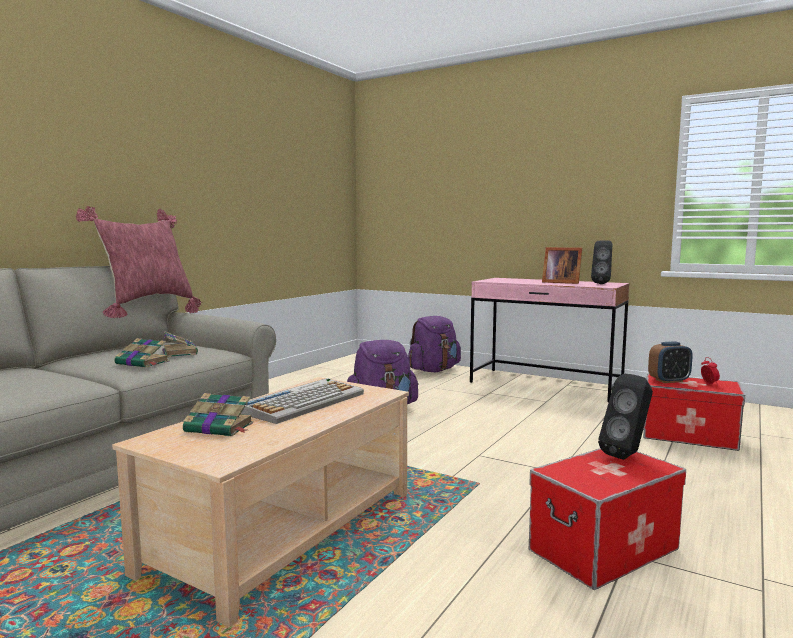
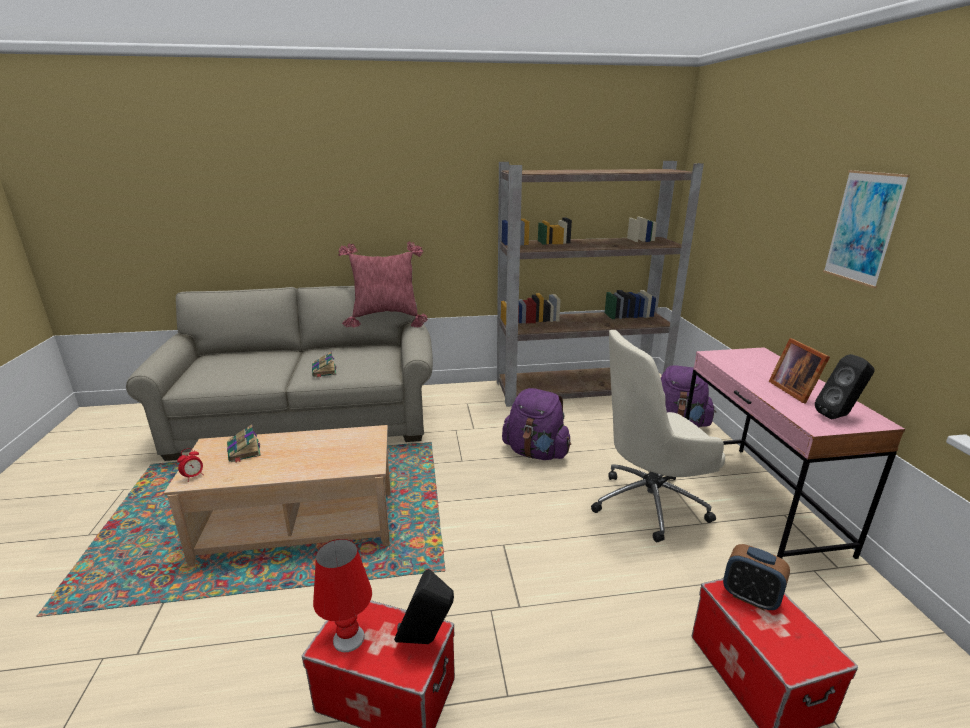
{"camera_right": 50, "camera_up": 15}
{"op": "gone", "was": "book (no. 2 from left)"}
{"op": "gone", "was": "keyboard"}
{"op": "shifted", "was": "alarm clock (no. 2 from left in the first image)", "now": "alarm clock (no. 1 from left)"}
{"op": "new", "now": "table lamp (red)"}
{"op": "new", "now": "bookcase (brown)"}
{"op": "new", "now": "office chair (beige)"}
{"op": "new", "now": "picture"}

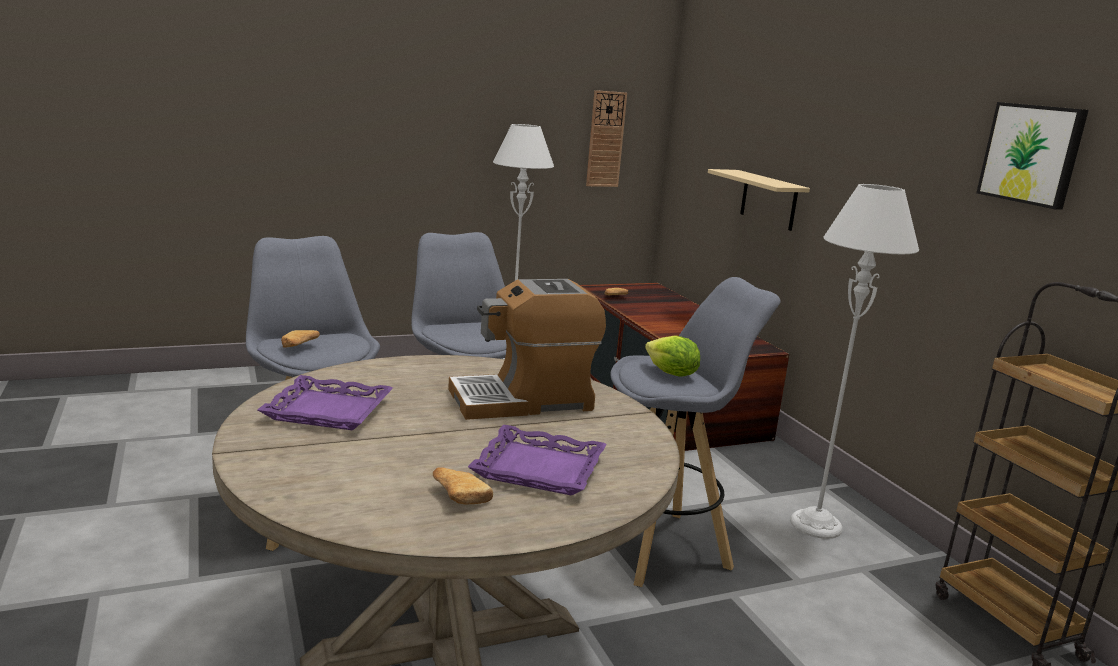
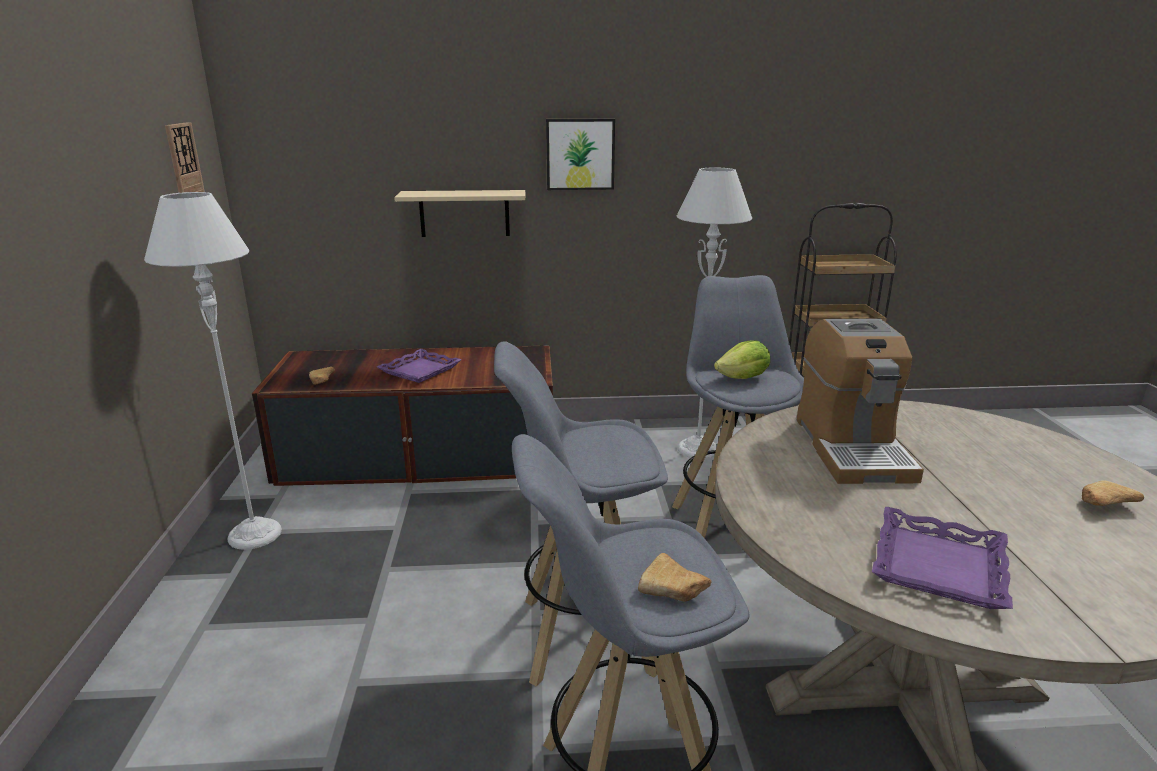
{"camera_right": -70, "camera_up": 5}
{"op": "shifted", "was": "tray (purple) (no. 2 from left in the first image)", "now": "tray (purple) (no. 1 from left)"}
{"op": "shifted", "was": "picture"}

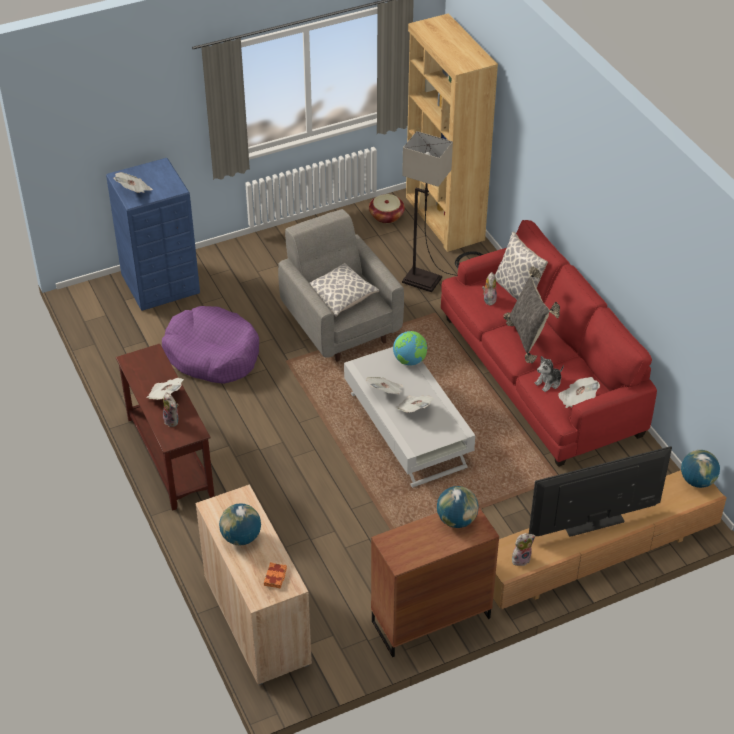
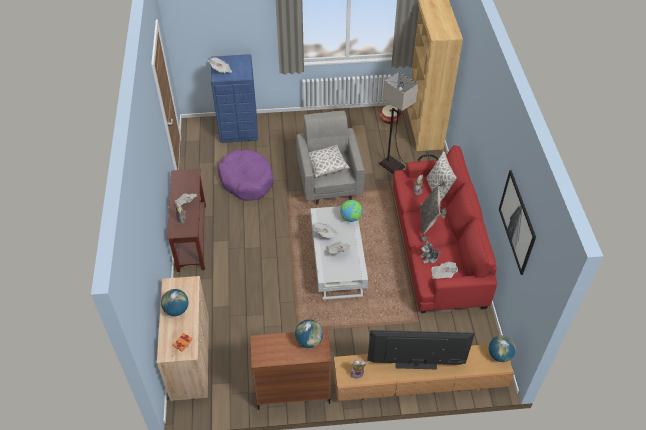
{"camera_right": 20, "camera_up": 5}
{"op": "new", "now": "picture"}

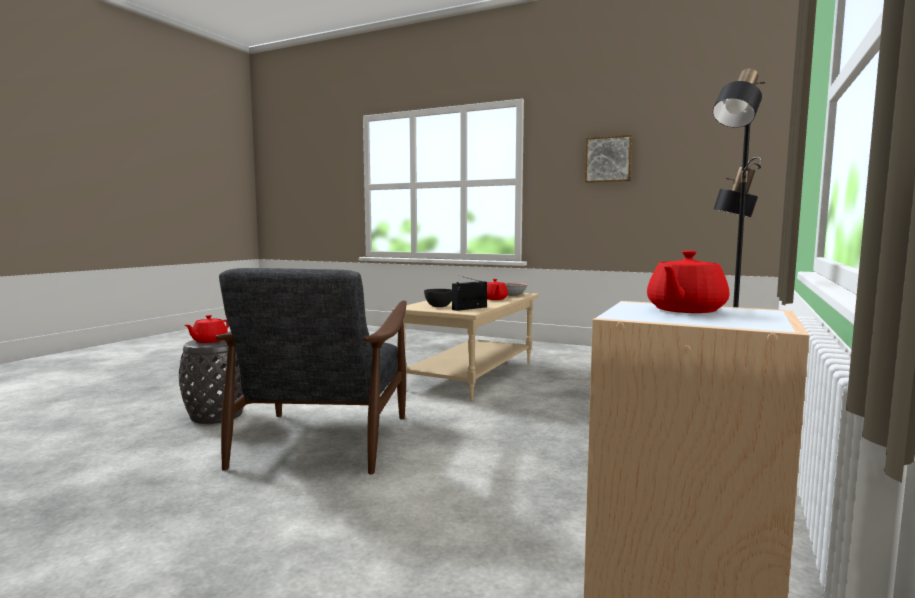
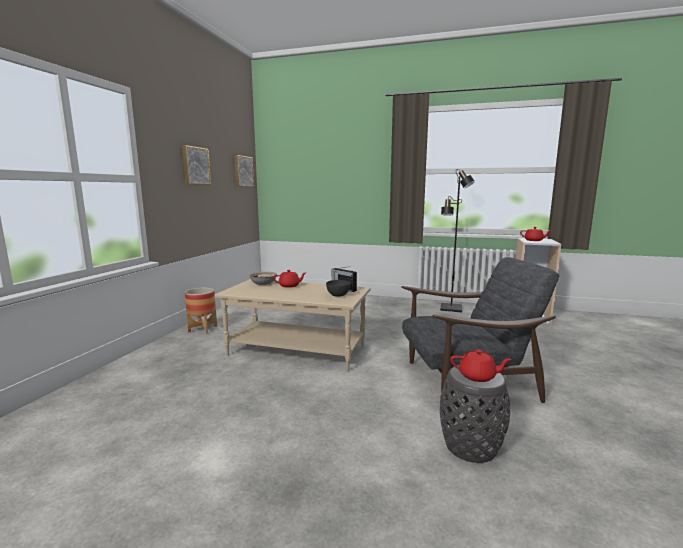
{"camera_right": -100, "camera_up": 5}
{"op": "new", "now": "planter"}
{"op": "new", "now": "picture (no. 2 from left)"}

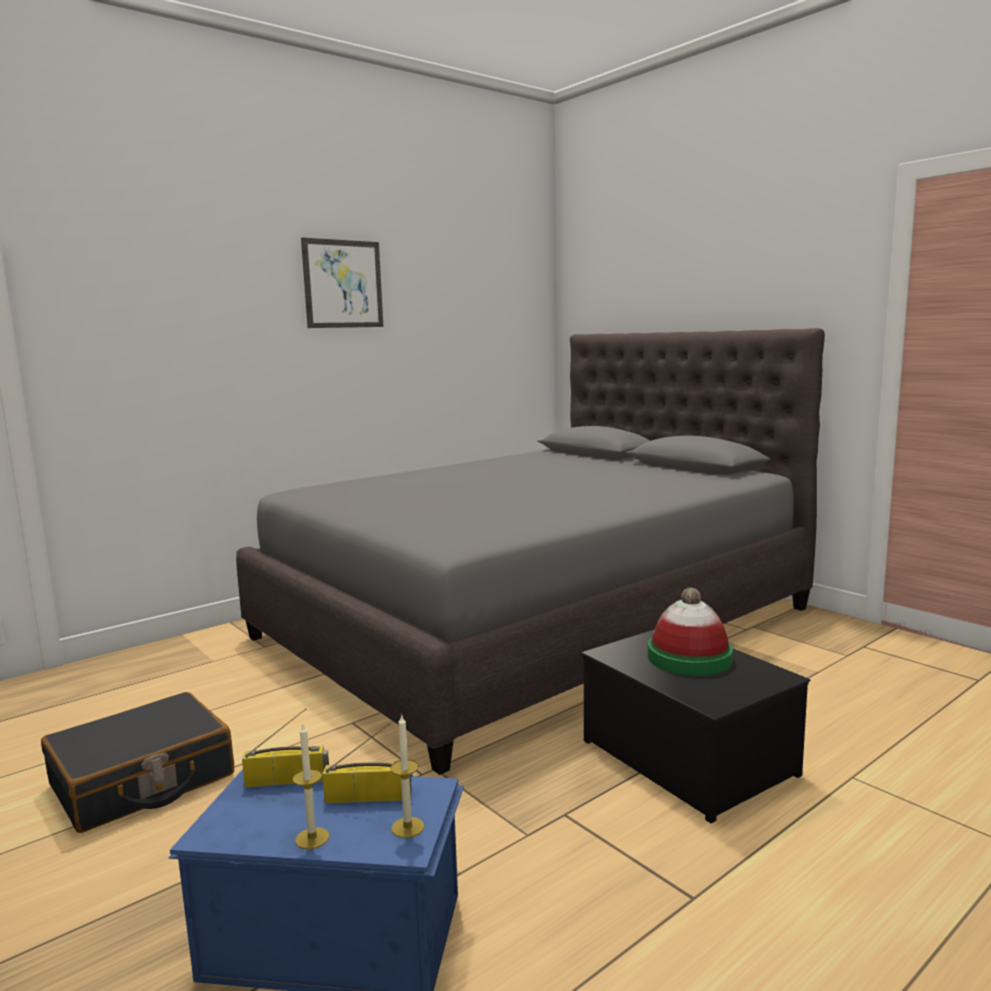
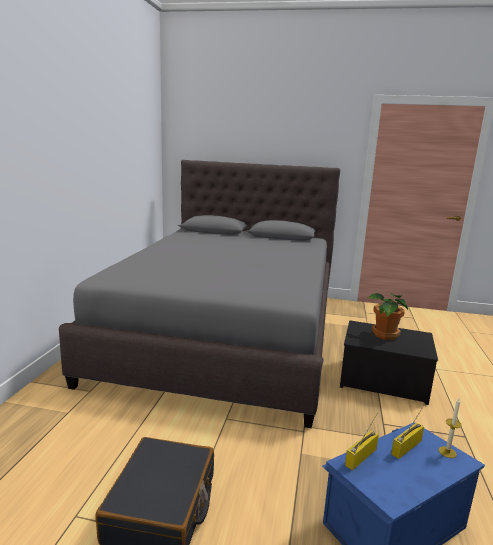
{"camera_right": -40, "camera_up": 5}
{"op": "gone", "was": "candle (no. 1 from left)"}
{"op": "gone", "was": "picture"}
{"op": "swapped", "was": "hat", "now": "potted plant"}

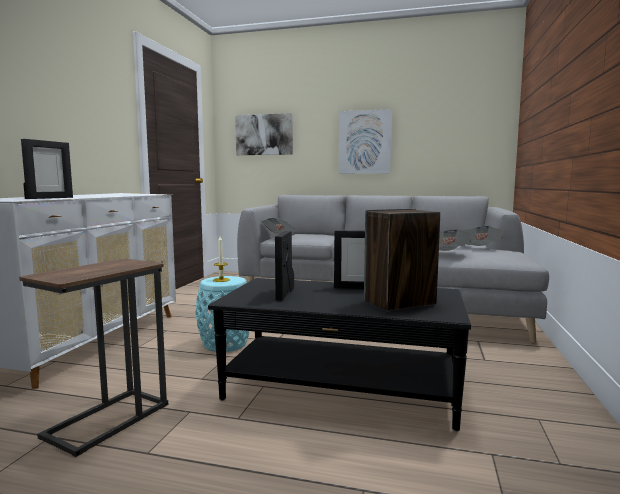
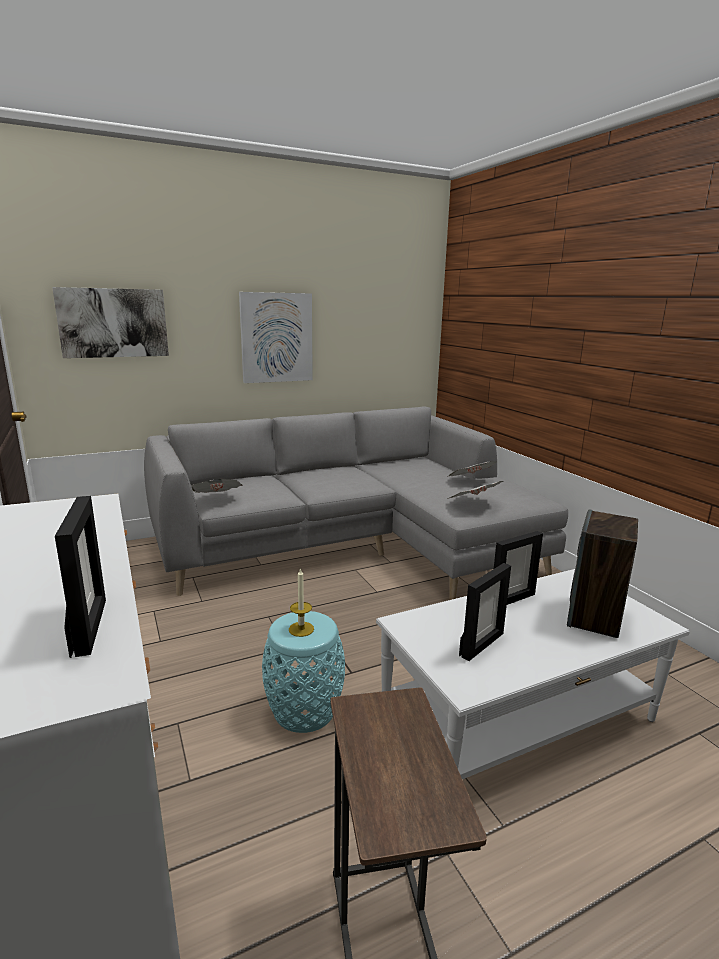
{"camera_right": -40, "camera_up": 10}
{"op": "repainted", "was": "coffee table (black)", "now": "coffee table (white)"}
{"op": "rotated", "was": "picture frame (no. 2 from left)", "clockwise": -105}

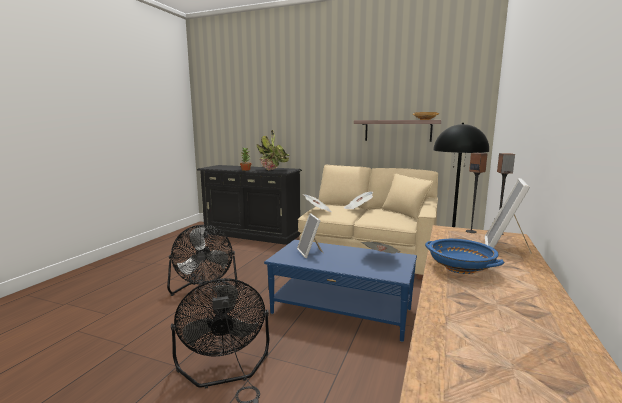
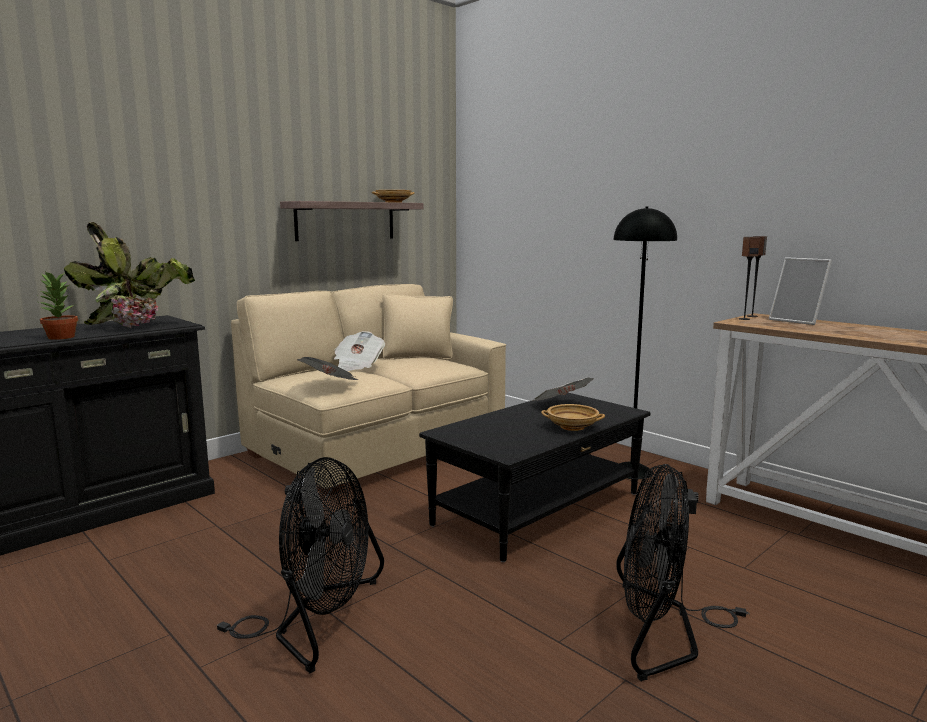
{"camera_right": -65, "camera_up": 0}
{"op": "repainted", "was": "coffee table (blue)", "now": "coffee table (black)"}
{"op": "gone", "was": "picture frame (no. 1 from left)"}
{"op": "gone", "was": "bowl (blue)"}
{"op": "new", "now": "bowl (beige) (no. 2 from left)"}

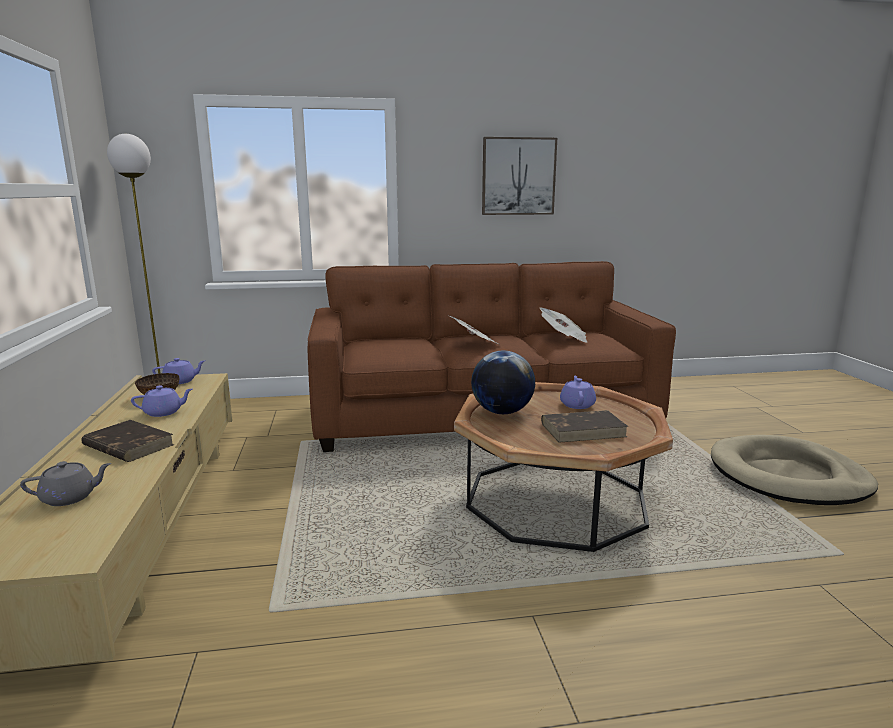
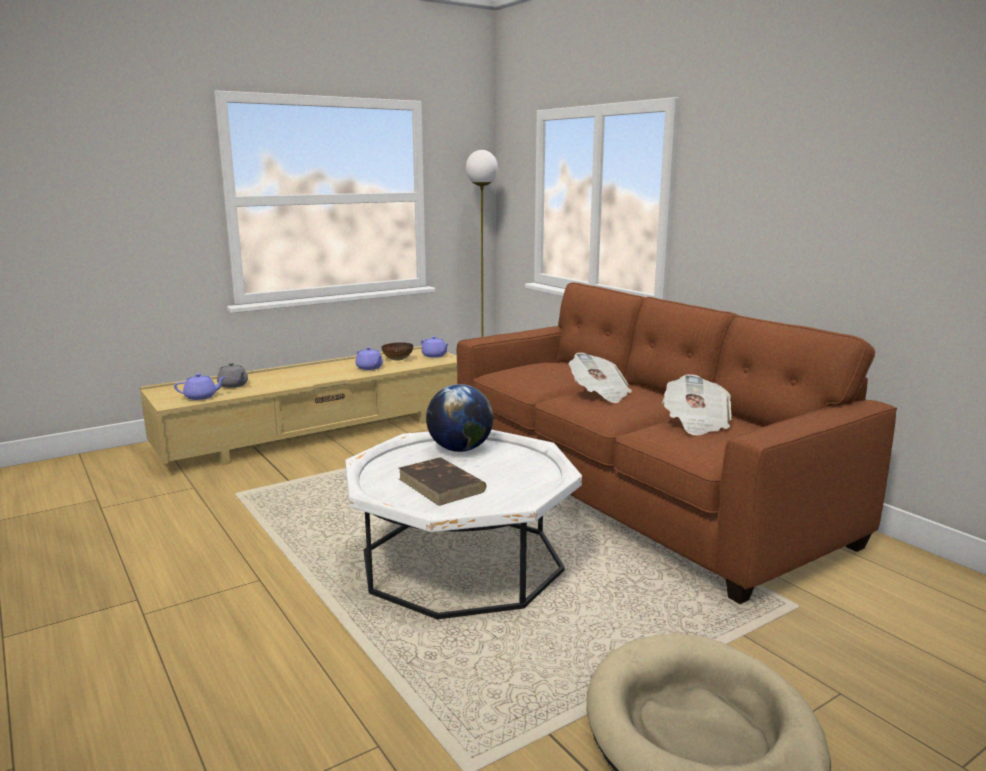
{"camera_right": 65, "camera_up": 0}
{"op": "gone", "was": "book (brown) (no. 1 from left)"}
{"op": "repainted", "was": "coffee table (brown)", "now": "coffee table (white)"}
{"op": "gone", "was": "picture"}
{"op": "shifted", "was": "teapot (purple) (no. 3 from left in the first image)", "now": "teapot (purple) (no. 1 from left)"}

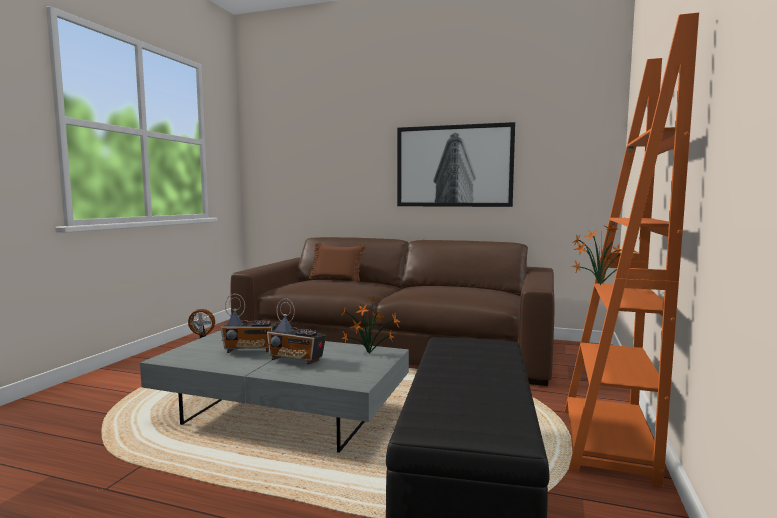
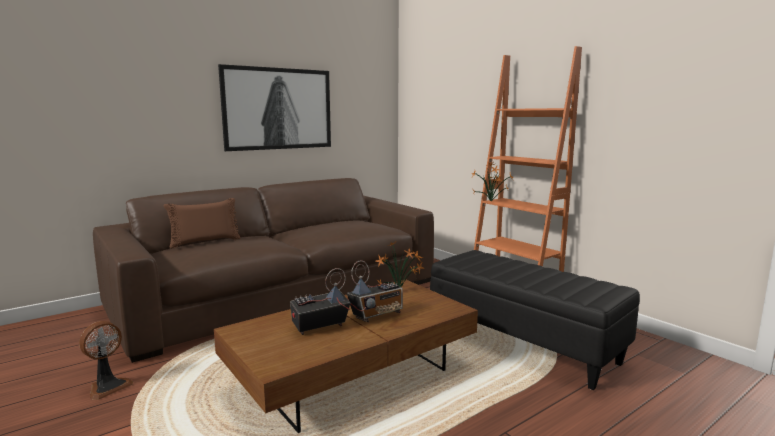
{"camera_right": -55, "camera_up": 5}
{"op": "repainted", "was": "coffee table (grey)", "now": "coffee table (brown)"}
{"op": "rotated", "was": "radio (no. 1 from left)", "clockwise": -150}

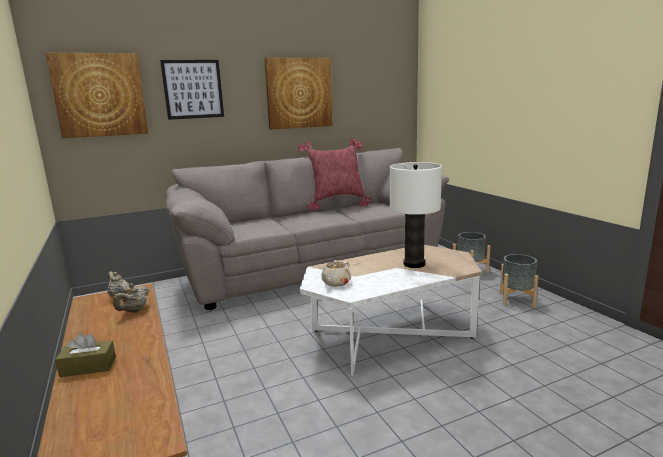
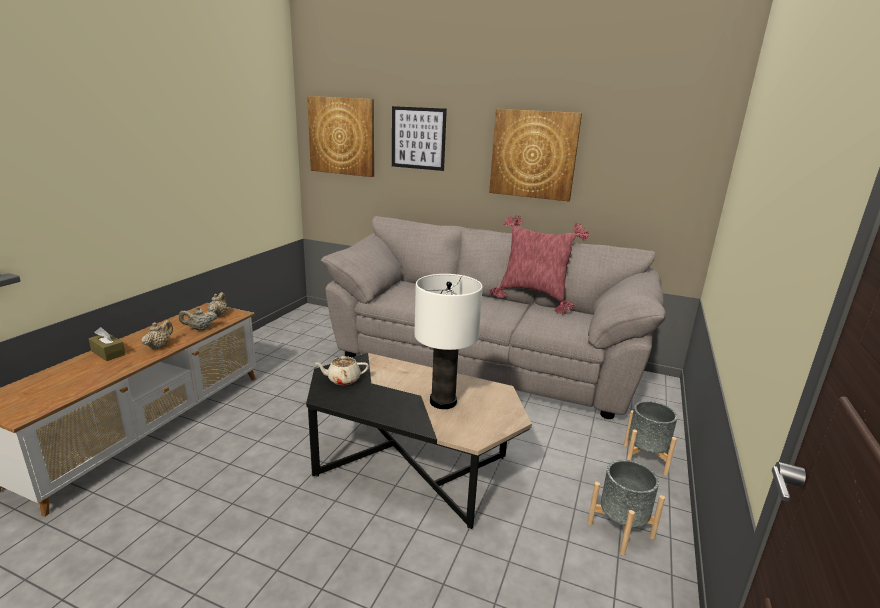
{"camera_right": 45, "camera_up": 5}
{"op": "repainted", "was": "coffee table (white)", "now": "coffee table (black)"}
{"op": "new", "now": "teapot (beige) (no. 1 from left)"}

